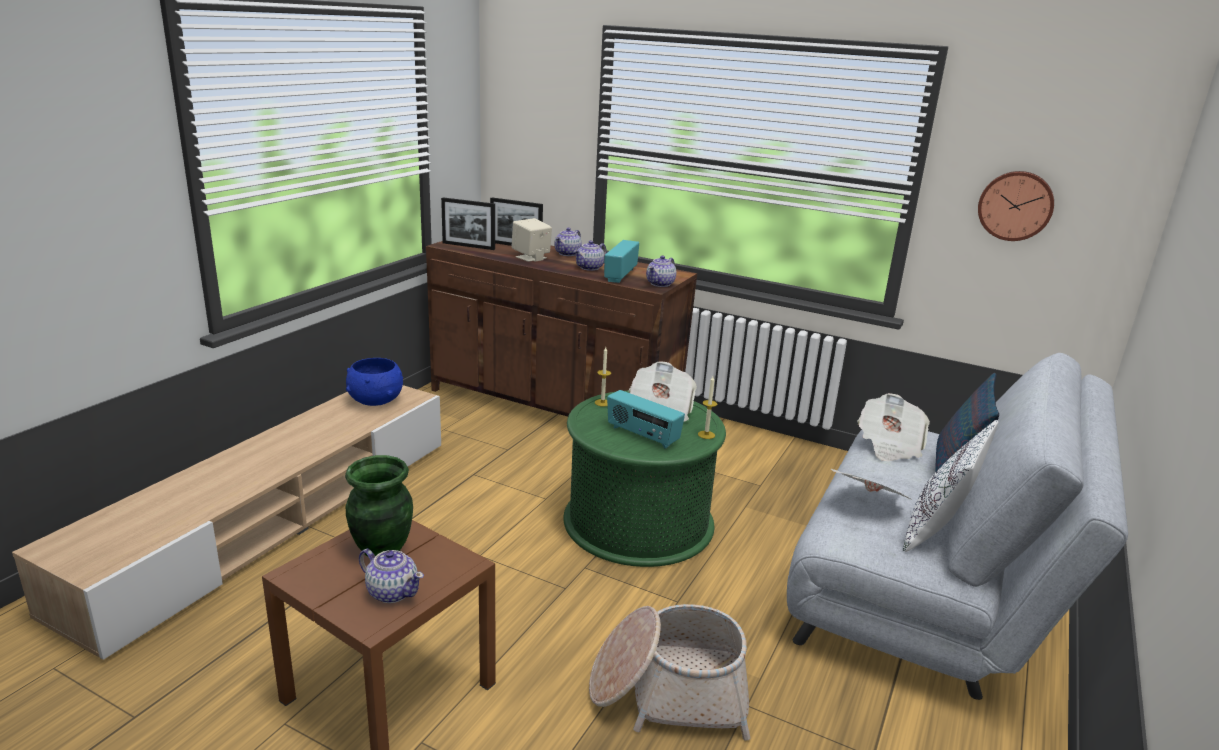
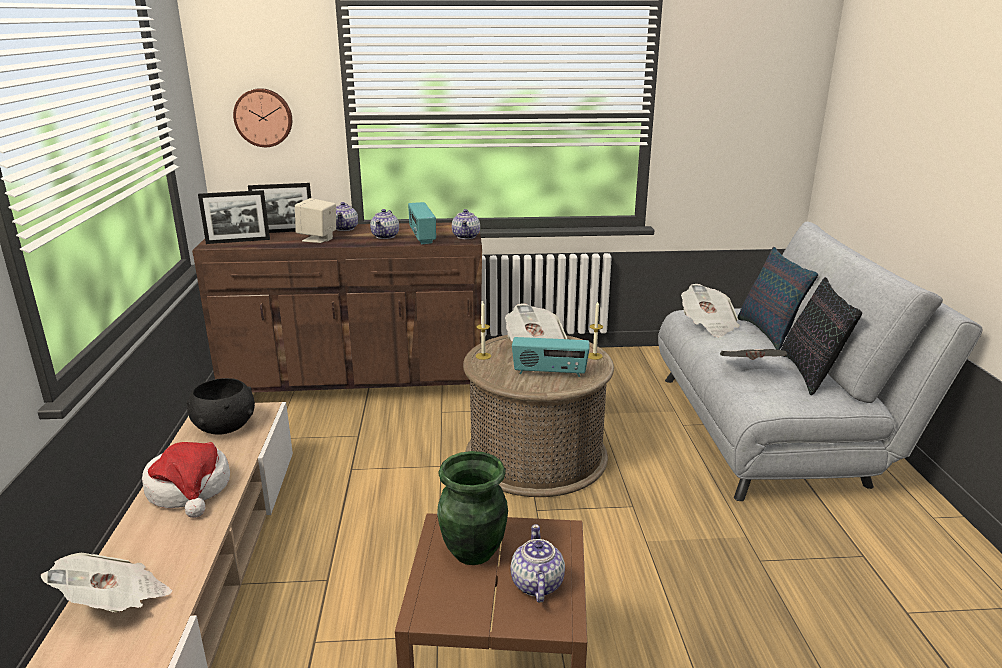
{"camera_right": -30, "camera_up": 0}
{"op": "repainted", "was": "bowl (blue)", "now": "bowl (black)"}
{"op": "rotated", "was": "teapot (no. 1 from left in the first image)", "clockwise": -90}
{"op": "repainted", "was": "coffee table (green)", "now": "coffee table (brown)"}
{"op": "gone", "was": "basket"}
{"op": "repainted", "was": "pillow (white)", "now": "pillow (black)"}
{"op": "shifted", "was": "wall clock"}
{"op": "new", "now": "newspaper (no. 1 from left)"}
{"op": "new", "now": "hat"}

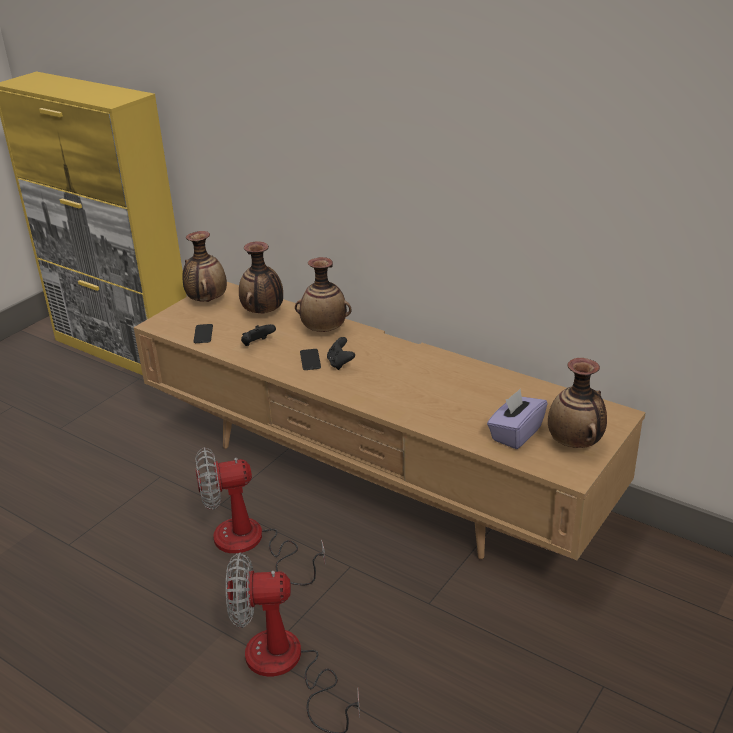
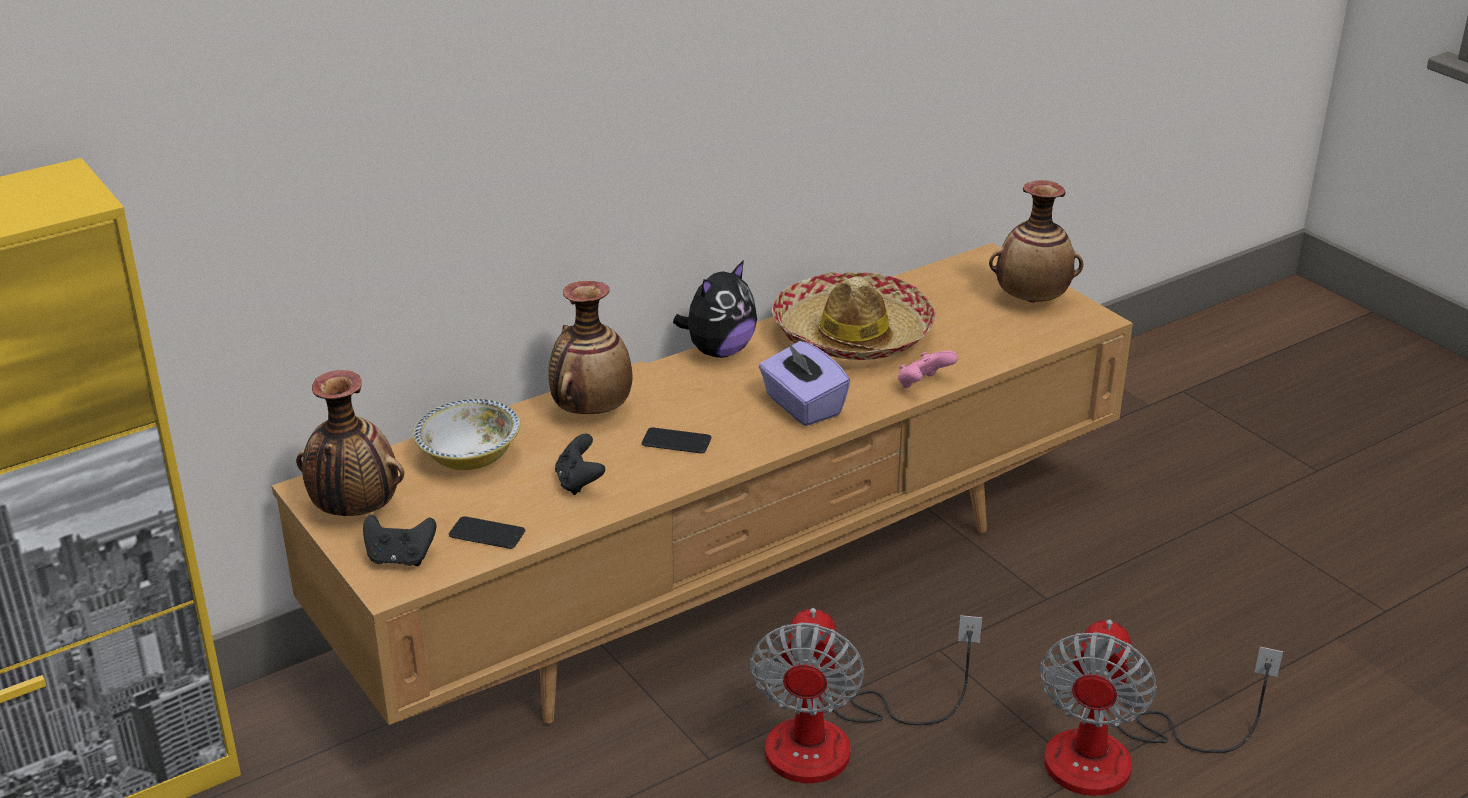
{"camera_right": -70, "camera_up": 0}
{"op": "swapped", "was": "vase (no. 2 from left)", "now": "bowl"}
{"op": "shifted", "was": "game controller (black) (no. 2 from left in the first image)", "now": "game controller (black) (no. 1 from left)"}
{"op": "shifted", "was": "tissue box (purple)"}
{"op": "new", "now": "plush toy"}
{"op": "new", "now": "hat"}
{"op": "new", "now": "game controller (pink)"}

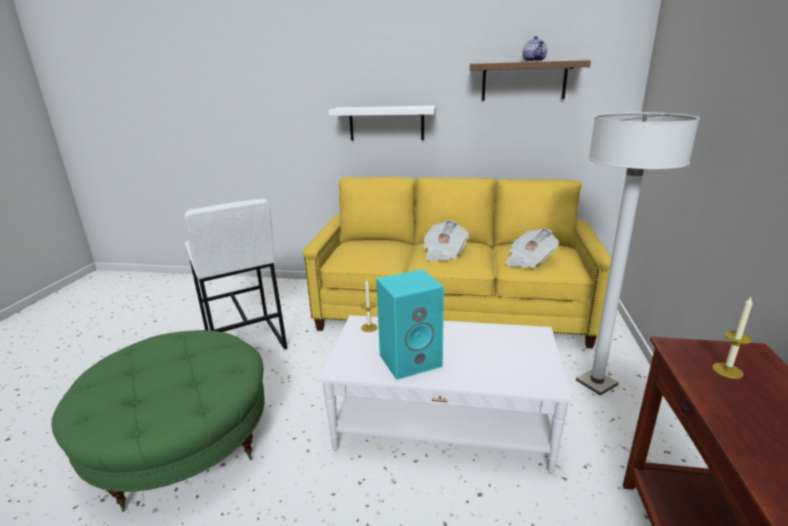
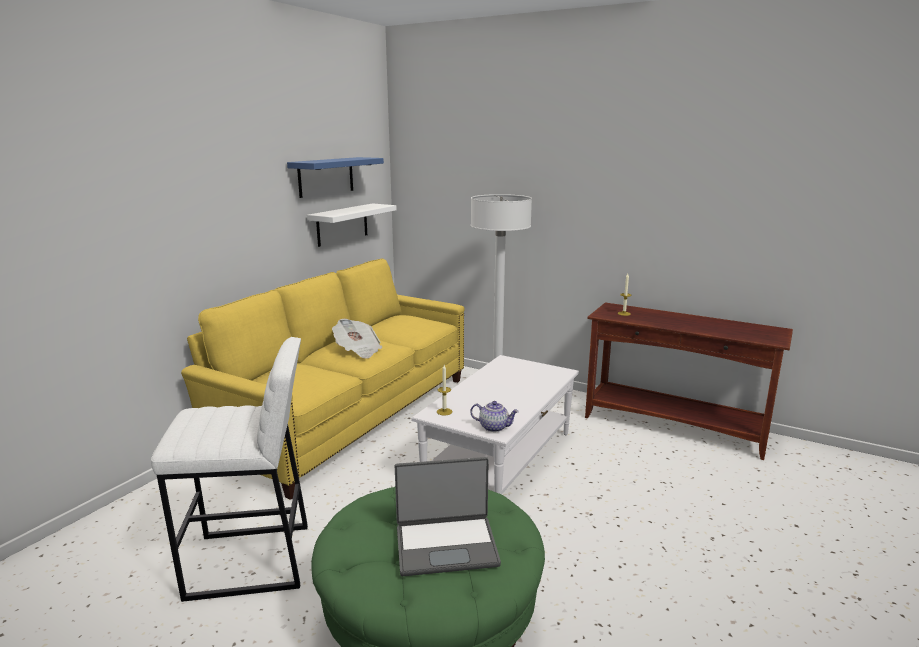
{"camera_right": -70, "camera_up": -5}
{"op": "shifted", "was": "shelf (white)"}
{"op": "gone", "was": "speaker (turquoise)"}
{"op": "repainted", "was": "shelf (brown)", "now": "shelf (blue)"}
{"op": "gone", "was": "newspaper (no. 2 from left)"}
{"op": "shifted", "was": "teapot"}
{"op": "new", "now": "laptop"}

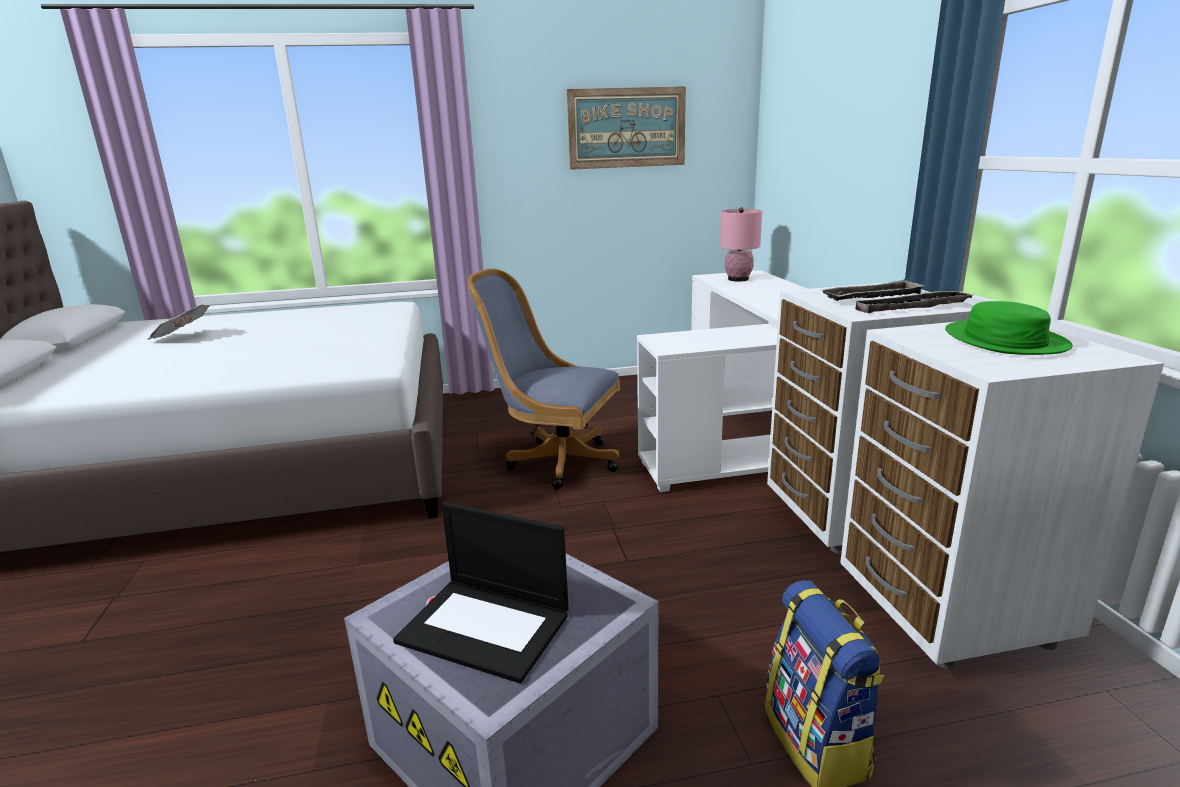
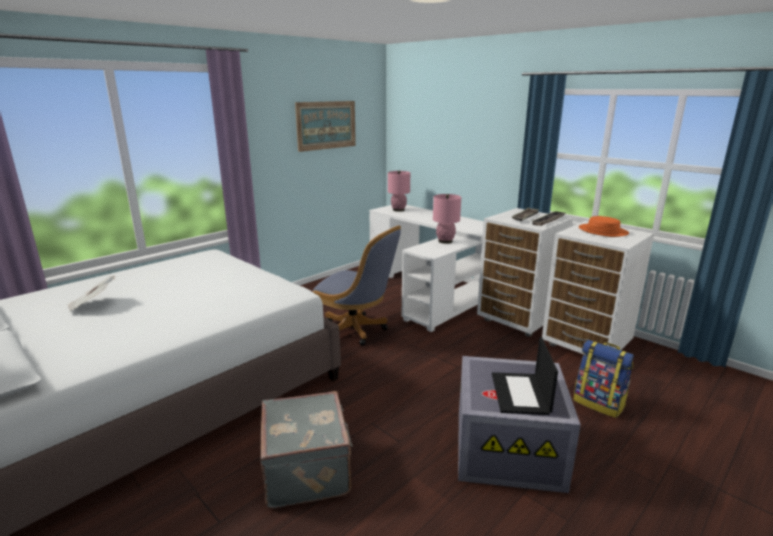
{"camera_right": -35, "camera_up": 0}
{"op": "rotated", "was": "laptop", "clockwise": 105}
{"op": "rotated", "was": "office chair (blue)", "clockwise": -135}
{"op": "repainted", "was": "hat (green)", "now": "hat (orange)"}
{"op": "new", "now": "suitcase (grey)"}
{"op": "new", "now": "table lamp (pink) (no. 2 from left)"}

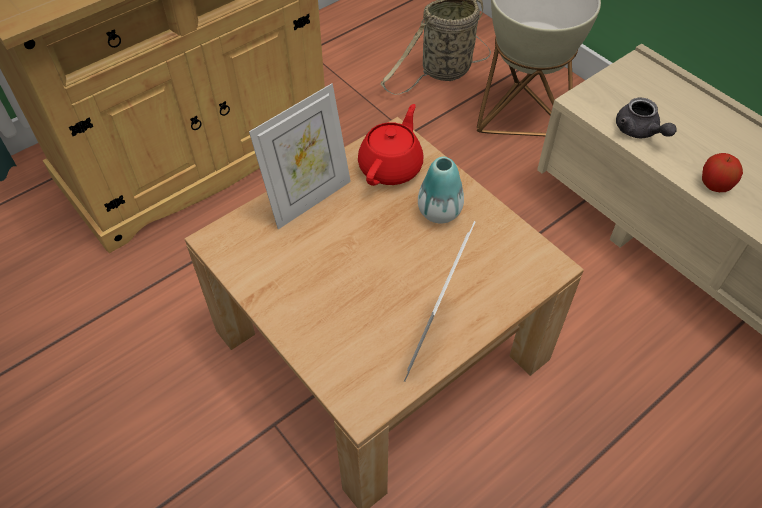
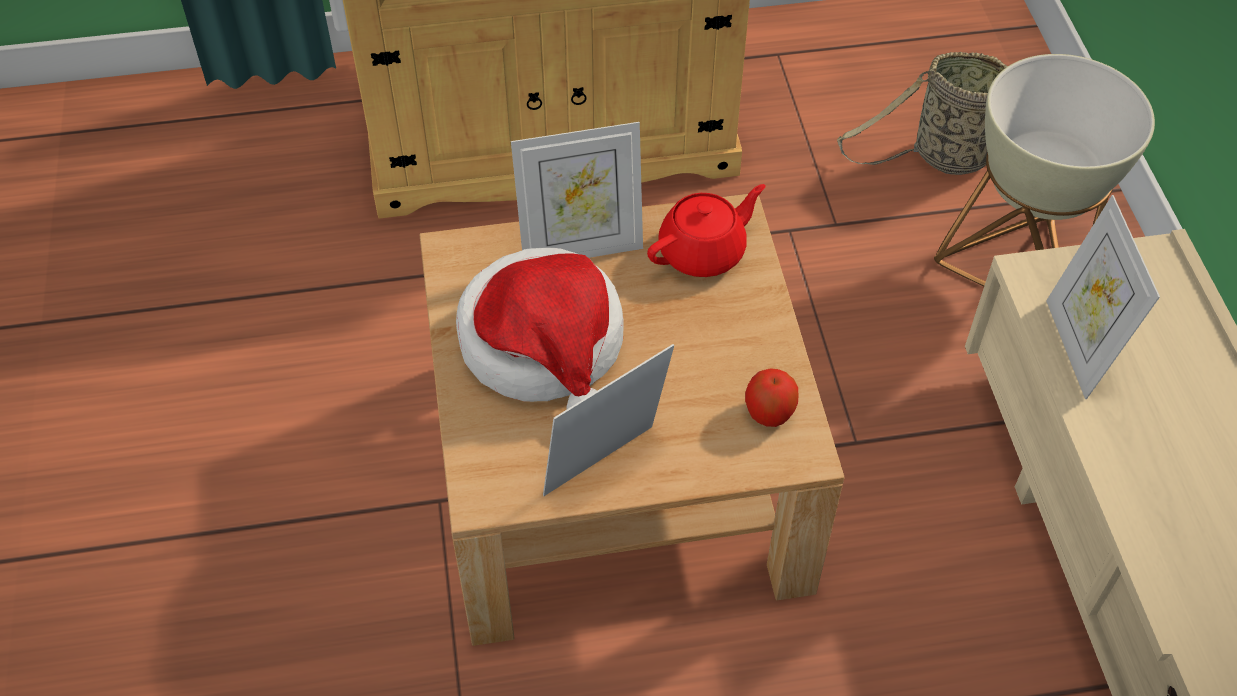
{"camera_right": 30, "camera_up": 0}
{"op": "gone", "was": "vase"}
{"op": "swapped", "was": "teapot (grey)", "now": "picture frame (no. 3 from left)"}
{"op": "shifted", "was": "apple"}
{"op": "new", "now": "hat"}

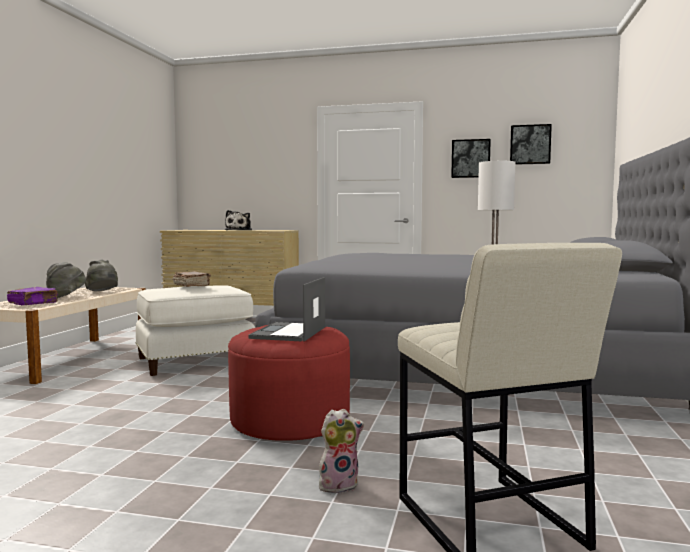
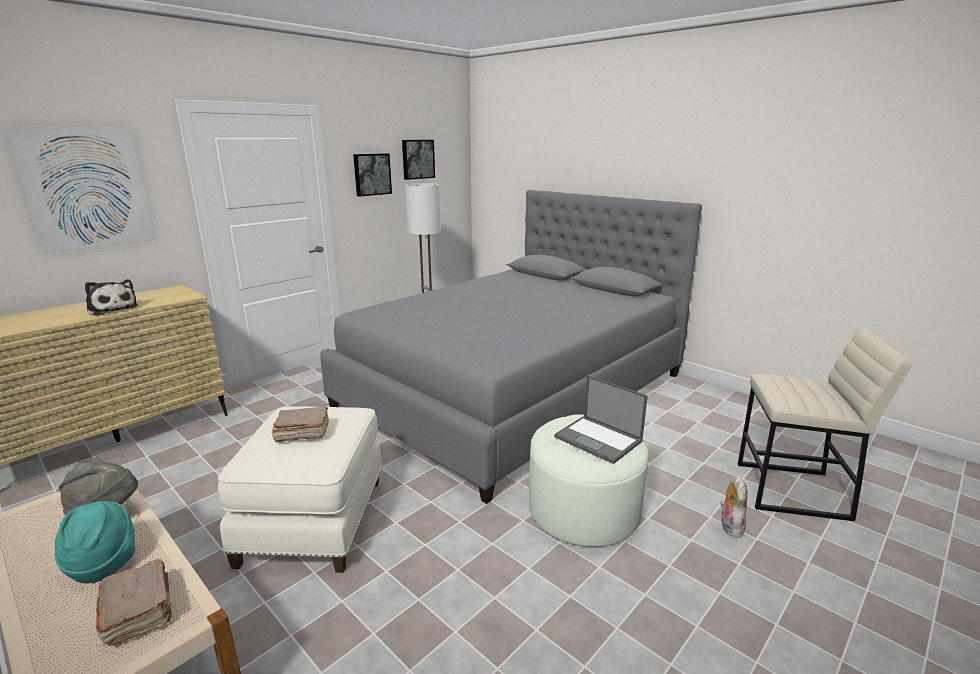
{"camera_right": -60, "camera_up": 15}
{"op": "repainted", "was": "book (purple)", "now": "book (brown) (no. 1 from left)"}
{"op": "repainted", "was": "hat (grey) (no. 1 from left)", "now": "hat (turquoise)"}
{"op": "repainted", "was": "ottoman (red)", "now": "ottoman (white) (no. 2 from left)"}
{"op": "new", "now": "picture (no. 1 from left)"}

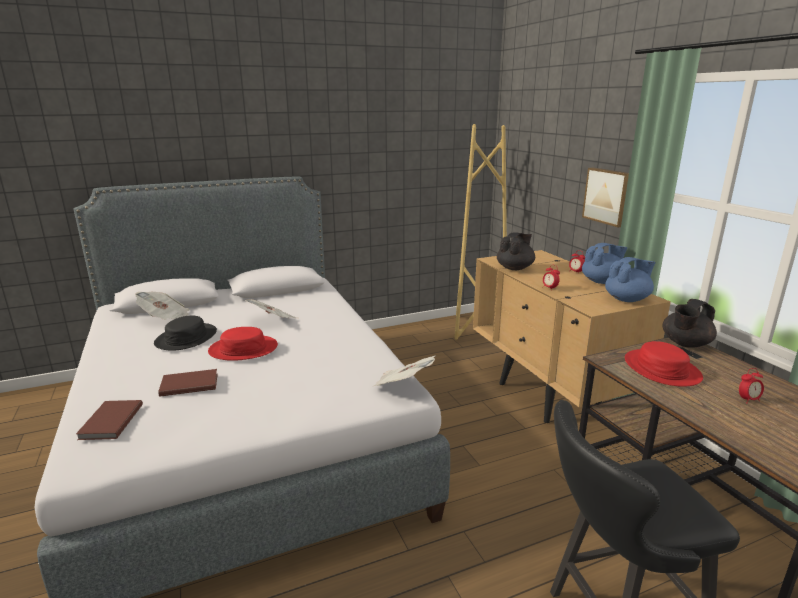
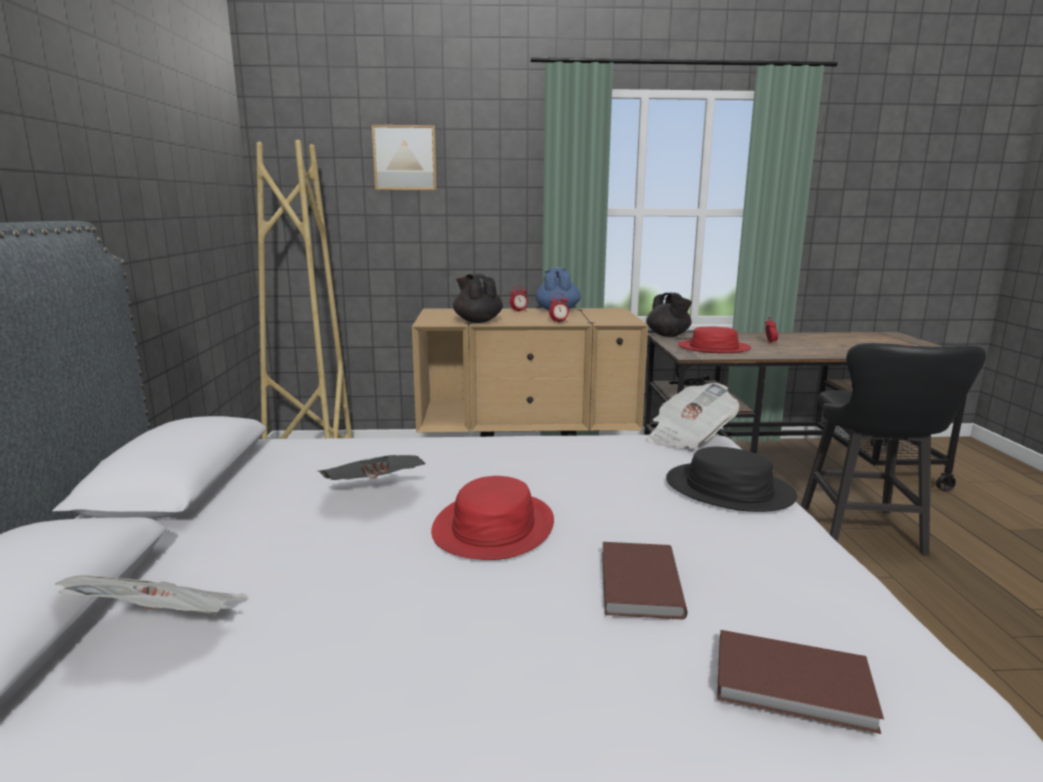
{"camera_right": -70, "camera_up": -5}
{"op": "shifted", "was": "hat (black)"}
{"op": "shifted", "was": "picture"}
{"op": "gone", "was": "teapot (blue) (no. 2 from left)"}

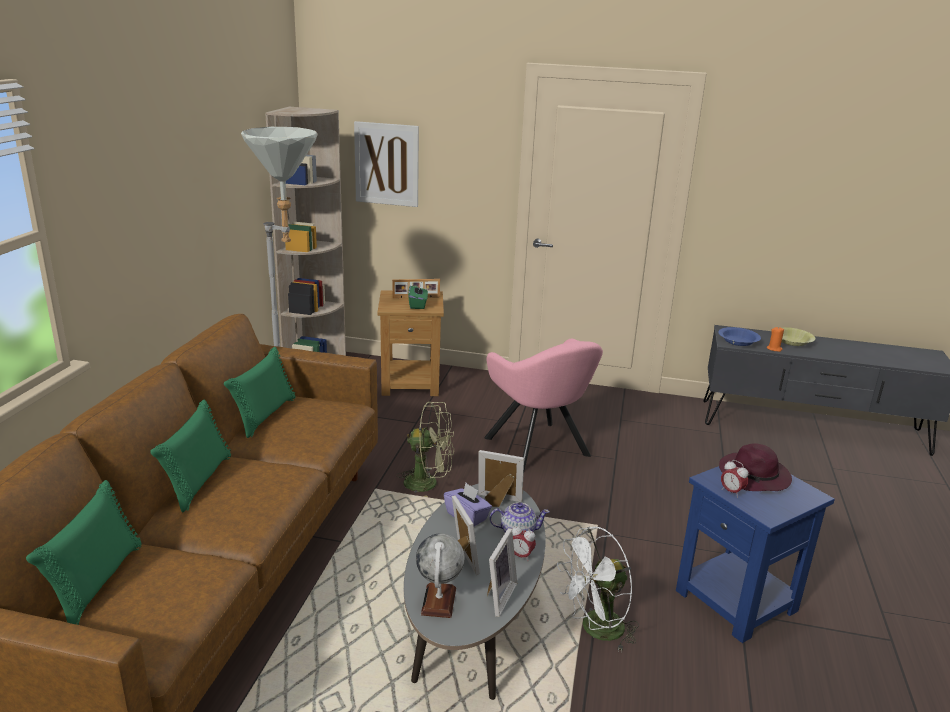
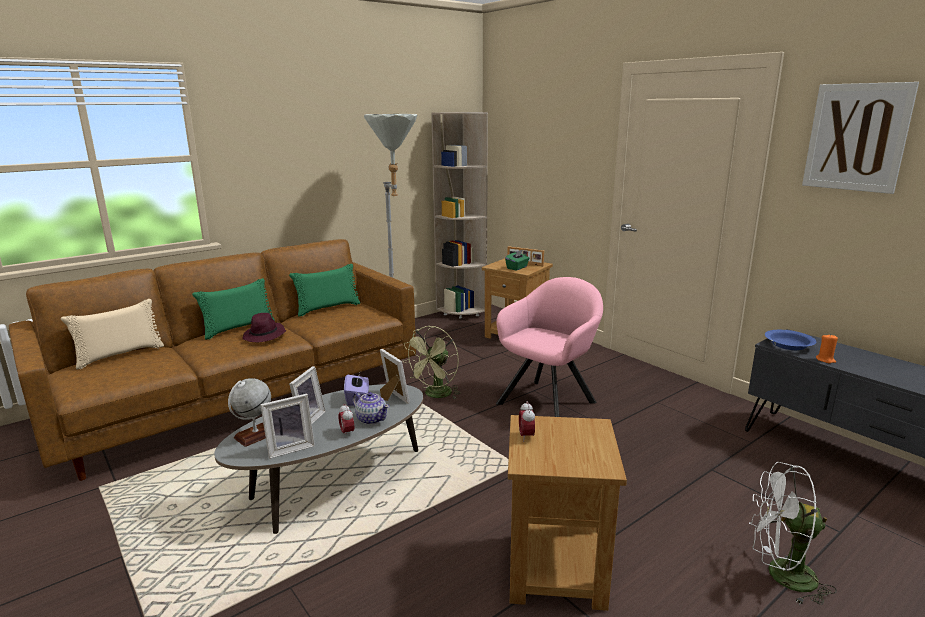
{"camera_right": 40, "camera_up": -5}
{"op": "repainted", "was": "pillow (green) (no. 1 from left)", "now": "pillow (beige)"}
{"op": "shifted", "was": "picture"}
{"op": "rotated", "was": "fan (green)", "clockwise": 75}
{"op": "rotated", "was": "armchair (pink)", "clockwise": -150}
{"op": "shifted", "was": "fan (white)"}
{"op": "repainted", "was": "side table (blue)", "now": "side table (brown) (no. 2 from left)"}
{"op": "shifted", "was": "hat (purple)"}
{"op": "gone", "was": "bowl (yellow)"}

